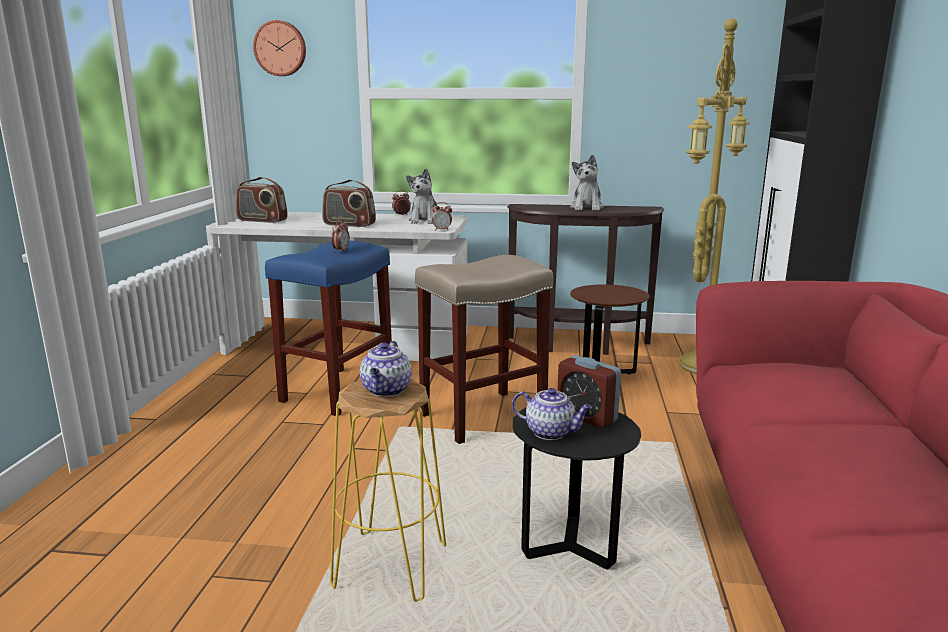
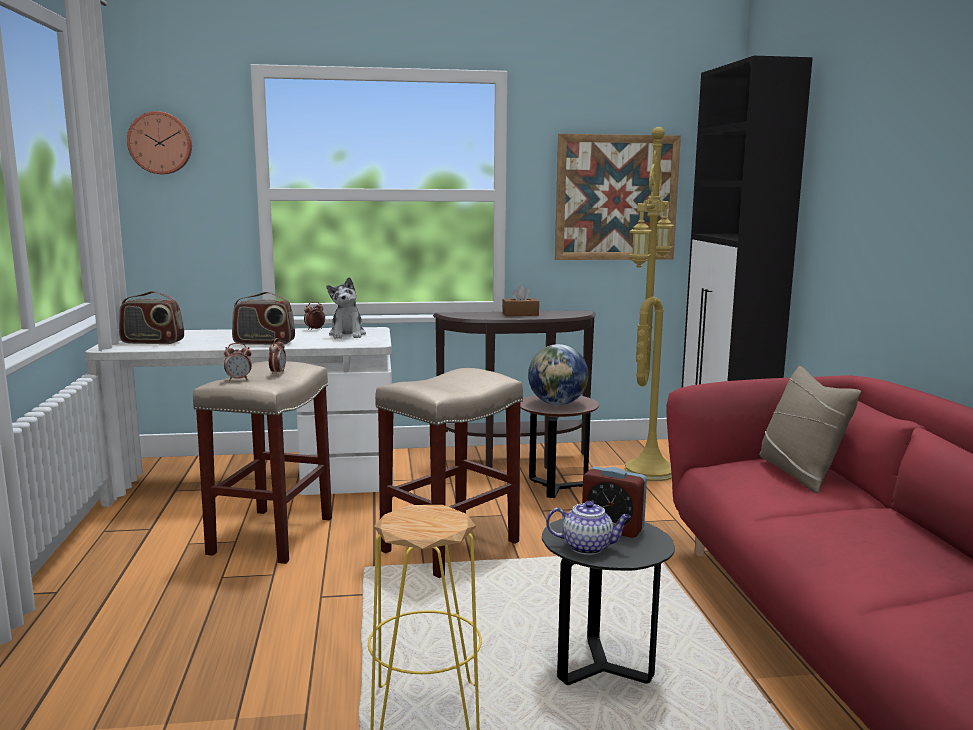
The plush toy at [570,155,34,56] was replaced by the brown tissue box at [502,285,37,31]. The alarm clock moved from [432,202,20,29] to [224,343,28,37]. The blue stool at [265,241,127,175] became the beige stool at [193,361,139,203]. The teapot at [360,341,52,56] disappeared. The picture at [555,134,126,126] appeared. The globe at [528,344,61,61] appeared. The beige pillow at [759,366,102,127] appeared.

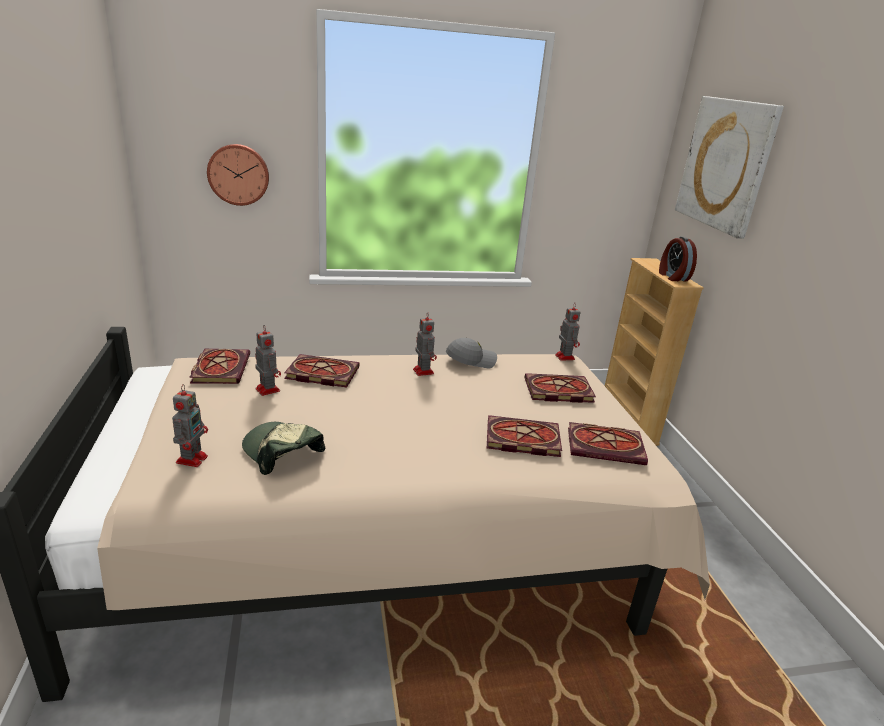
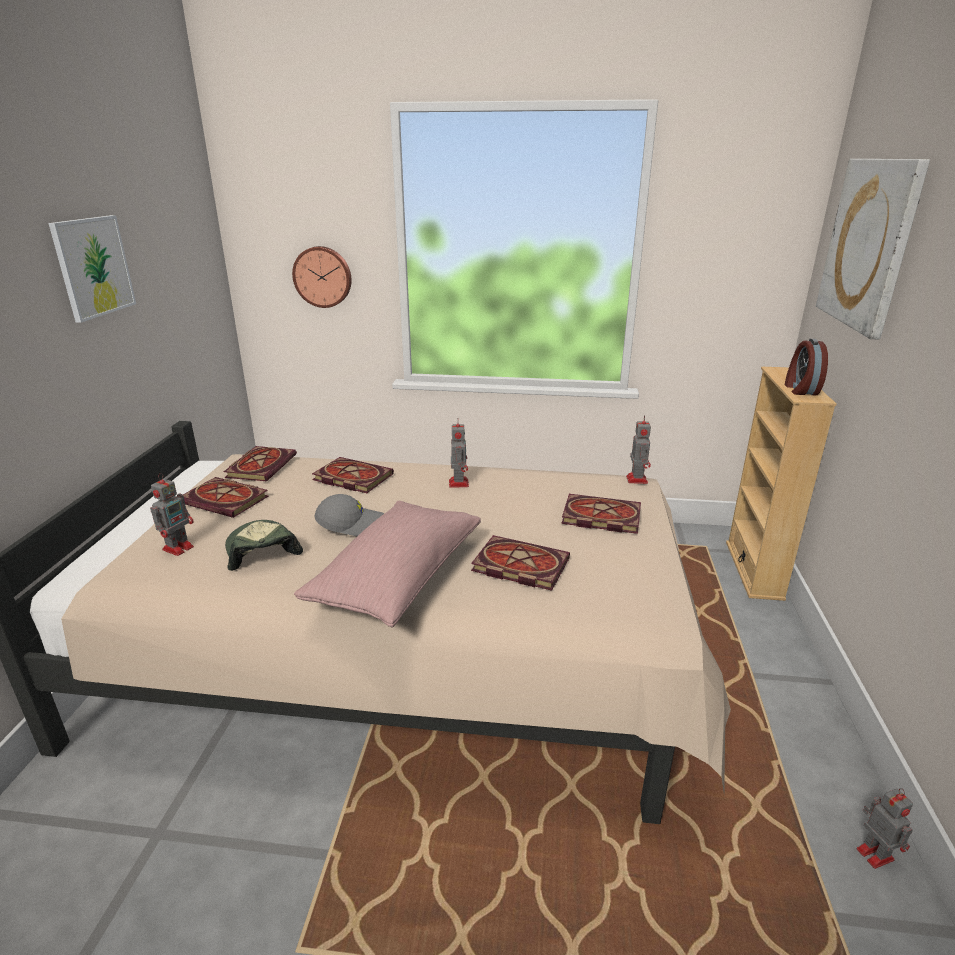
The toy robot moved from [255,325,26,71] to [856,788,57,81]. The grey cap moved from [446,338,51,31] to [315,494,69,42]. The book moved from [568,422,80,43] to [183,477,85,41]. The picture at [49,215,87,108] appeared. The pink pillow at [294,501,187,127] appeared.

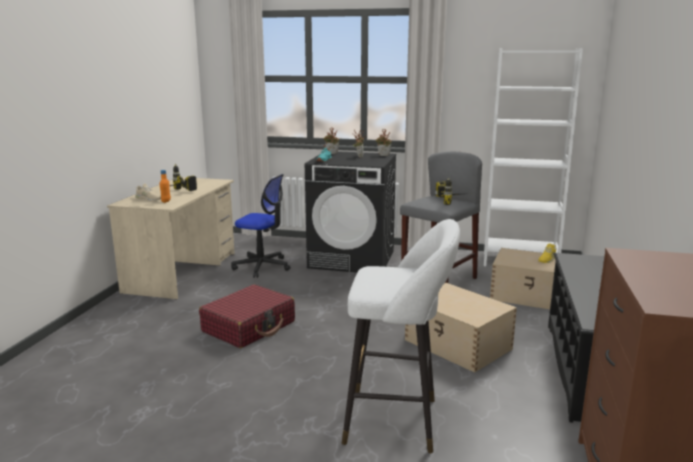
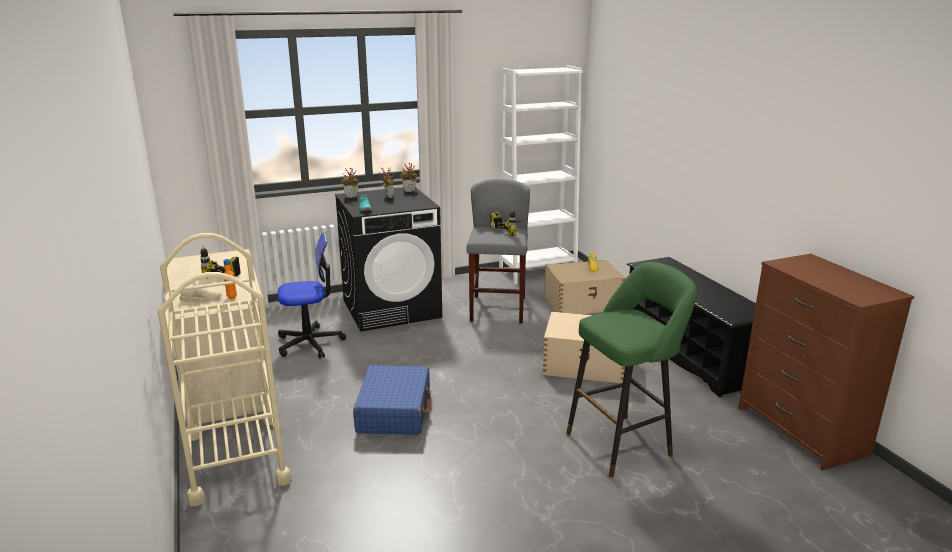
The white stool at [342,219,118,234] became the green stool at [566,262,131,215]. The red suitcase at [199,285,96,63] became the blue suitcase at [353,365,78,70]. The beige cart at [158,233,133,273] appeared.

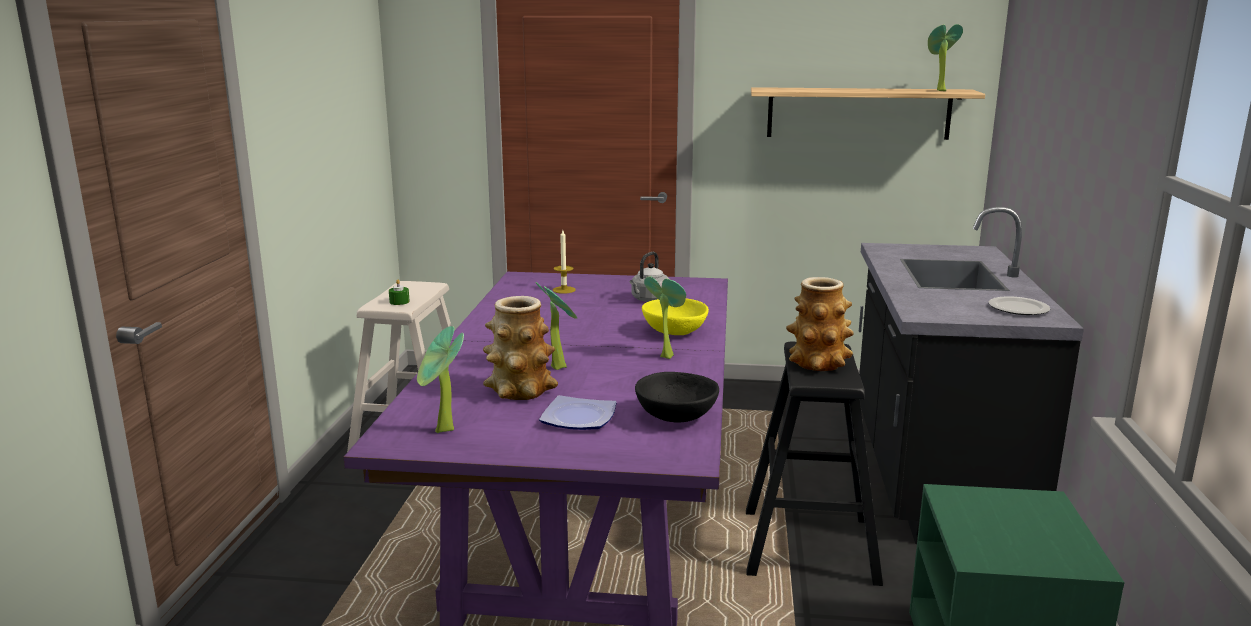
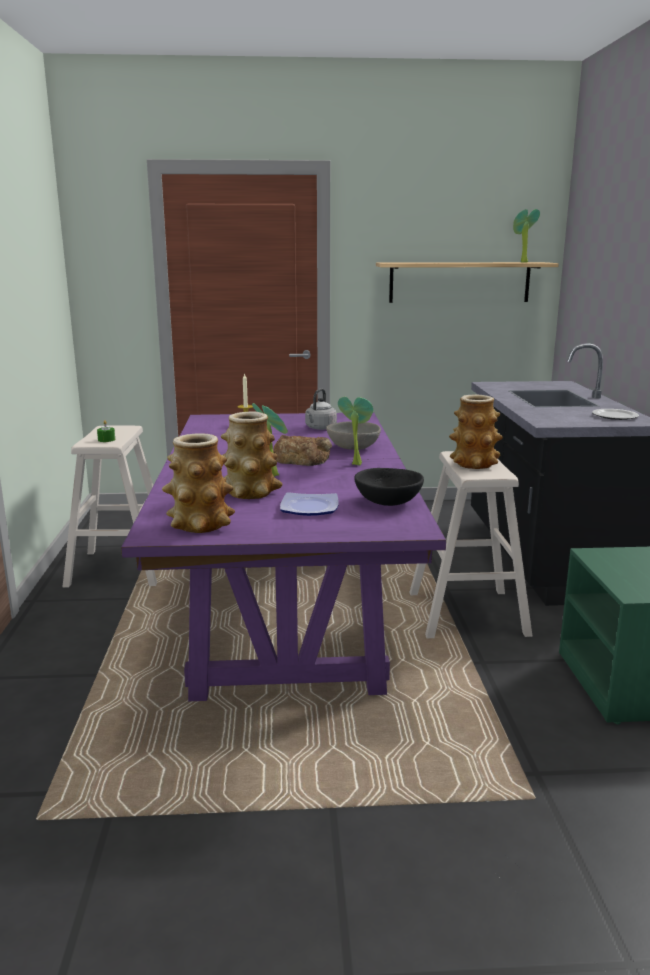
The yellow bowl at [642,299,67,36] became the grey bowl at [326,421,55,29]. The potted plant at [417,326,47,107] was replaced by the vase at [162,433,73,100]. The black stool at [746,342,137,244] became the beige stool at [409,451,123,187]. The bread at [273,435,59,31] appeared.

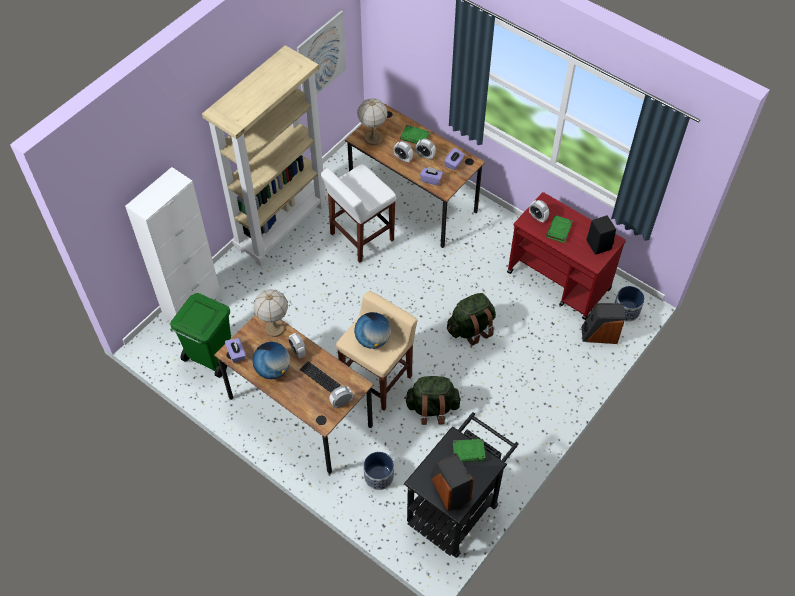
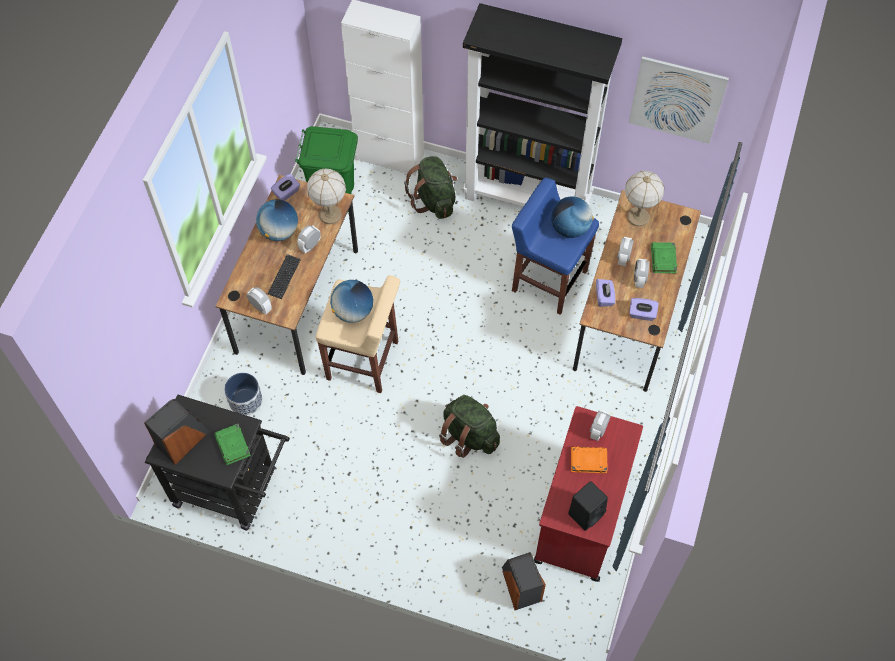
The beige bookcase at [202,45,126,221] became the black bookcase at [462,3,160,204]. The white stool at [321,164,75,99] became the blue stool at [512,178,87,137]. The green book at [546,215,27,28] became the orange book at [571,446,37,28]. The planter at [615,286,30,36] disappeared. The green backpack moved from [404,376,57,49] to [404,156,53,63]. The globe at [551,196,43,42] appeared.

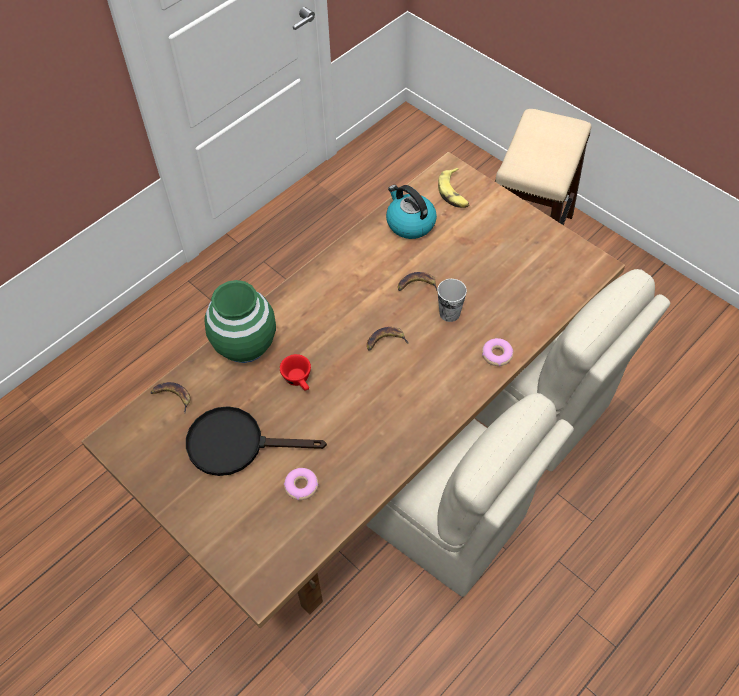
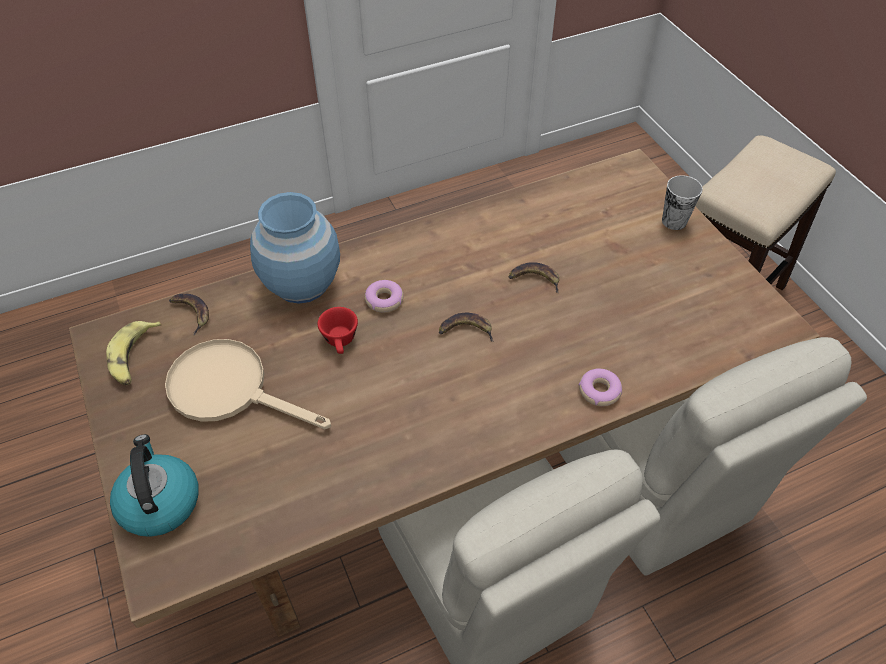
The banana moved from [438,168,31,40] to [106,321,56,64]. The kettle moved from [386,185,51,54] to [110,434,88,103]. The cup moved from [438,279,29,43] to [662,175,41,55]. The green vase at [204,280,72,83] became the blue vase at [250,192,90,112]. The black frying pan at [186,406,141,70] became the beige frying pan at [165,339,166,90]. The donut moved from [284,468,34,32] to [365,280,39,33].

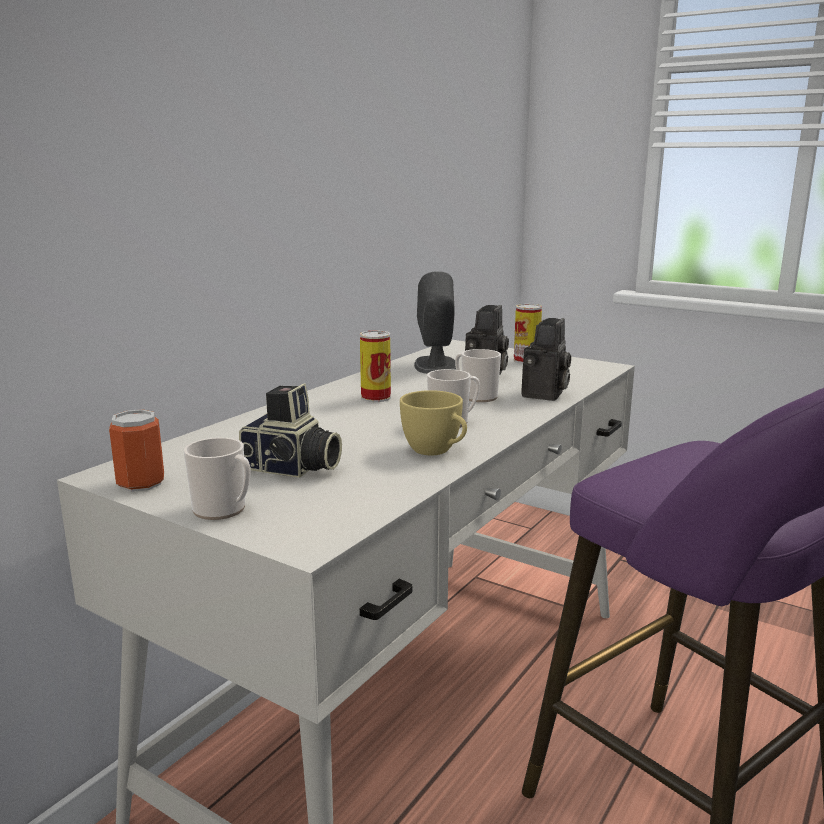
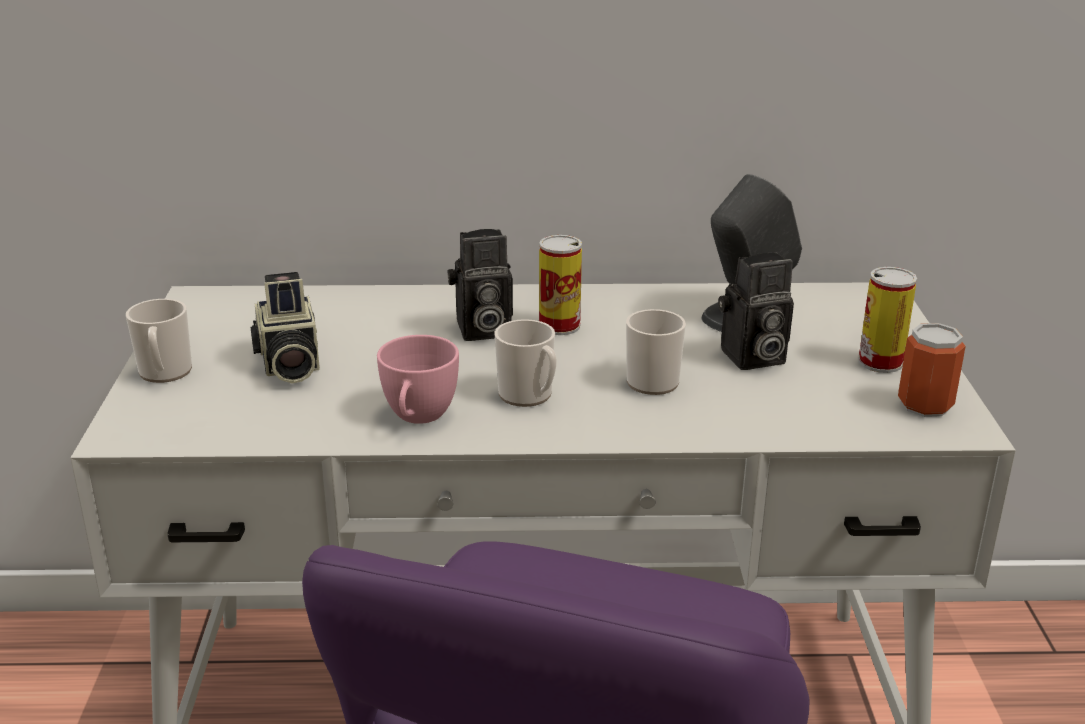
The photo camera moved from [521,318,50,83] to [448,229,65,112]. The yellow cup at [400,390,67,65] became the pink cup at [377,335,82,89]. The can moved from [109,410,55,82] to [898,323,68,94].

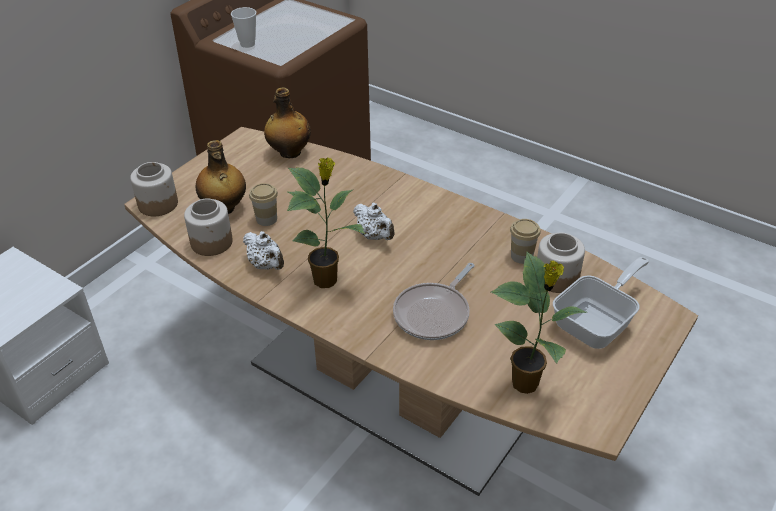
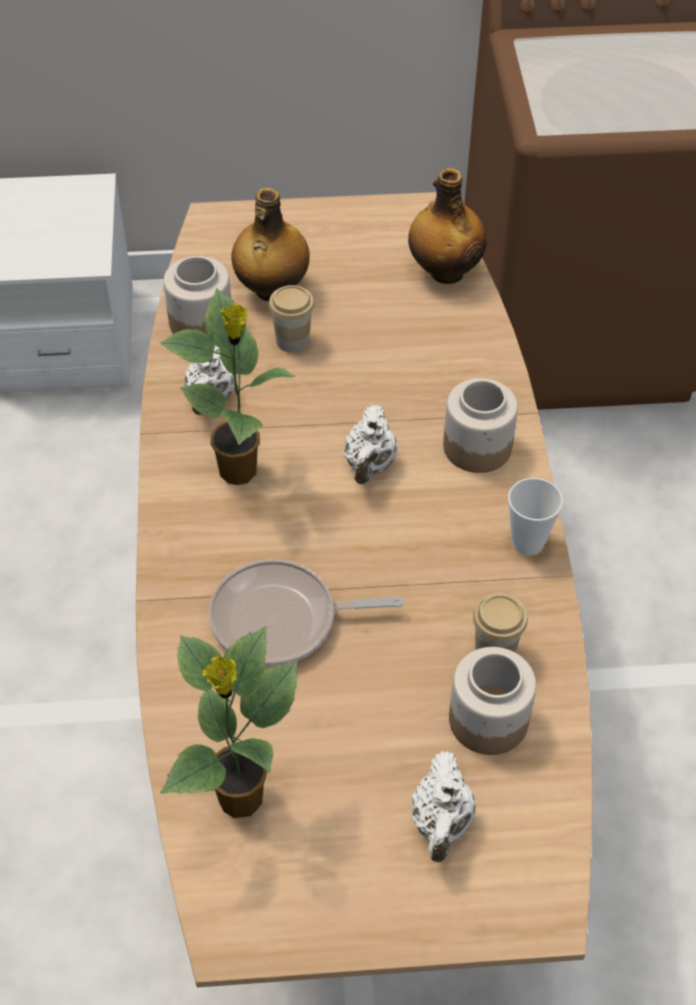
The cup moved from [231,7,25,41] to [508,478,55,77]. The jar moved from [130,162,48,54] to [443,378,75,95]. The frying pan at [553,257,96,92] was replaced by the white teapot at [411,751,65,111].

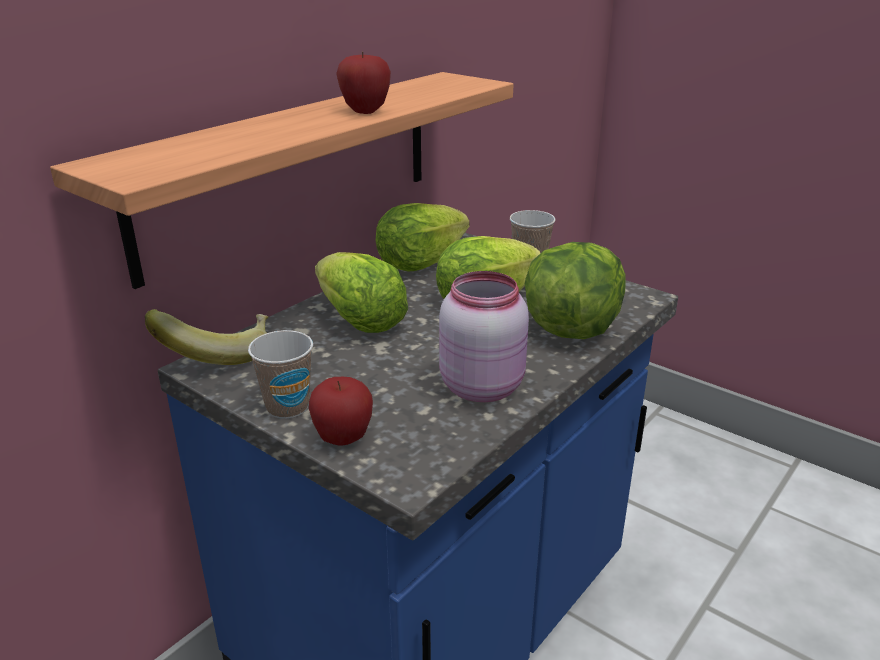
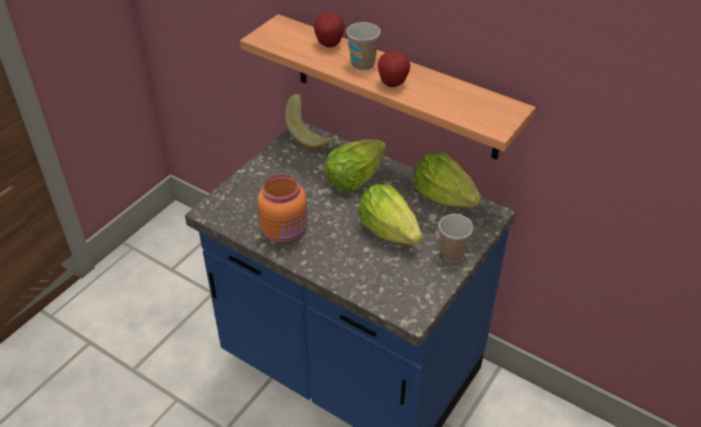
The lettuce at [525,242,100,97] disappeared. The pink jar at [439,271,90,131] became the orange jar at [258,174,50,70]. The cup moved from [248,330,65,89] to [346,22,35,49]. The apple moved from [309,377,64,69] to [314,13,30,34].

